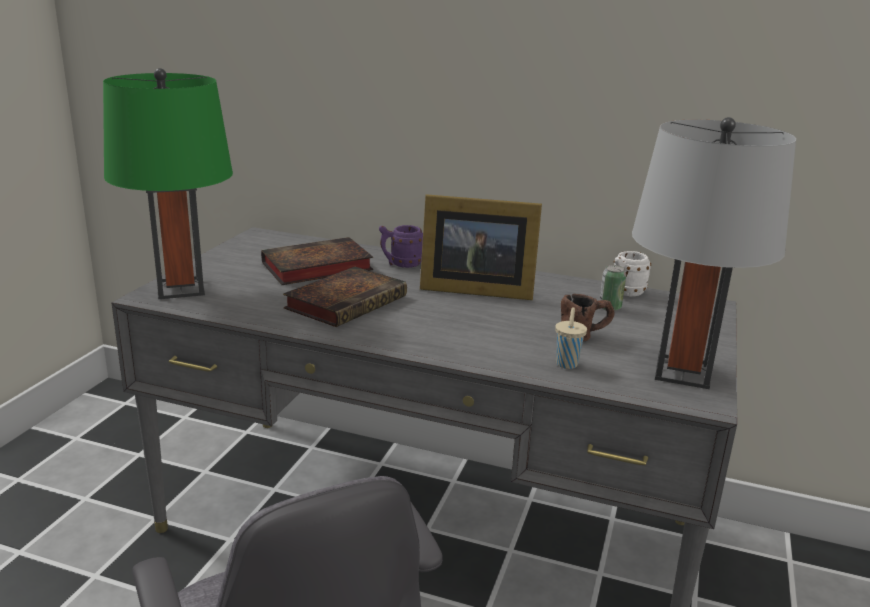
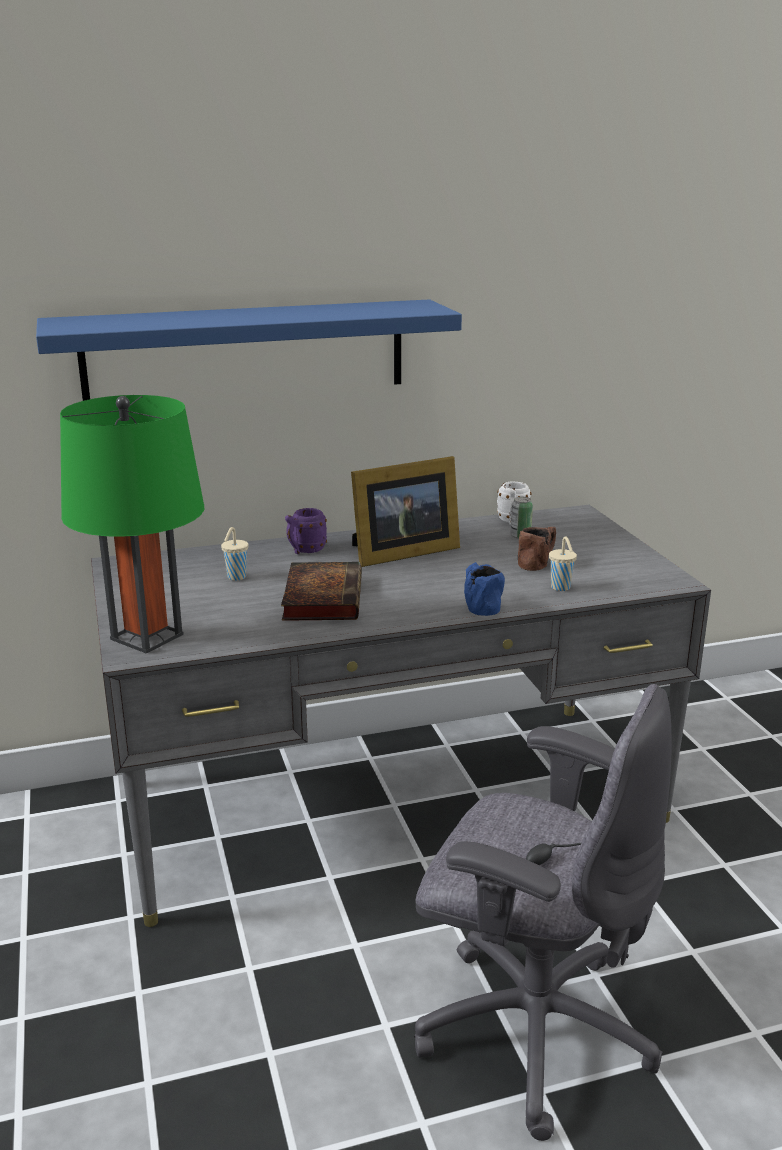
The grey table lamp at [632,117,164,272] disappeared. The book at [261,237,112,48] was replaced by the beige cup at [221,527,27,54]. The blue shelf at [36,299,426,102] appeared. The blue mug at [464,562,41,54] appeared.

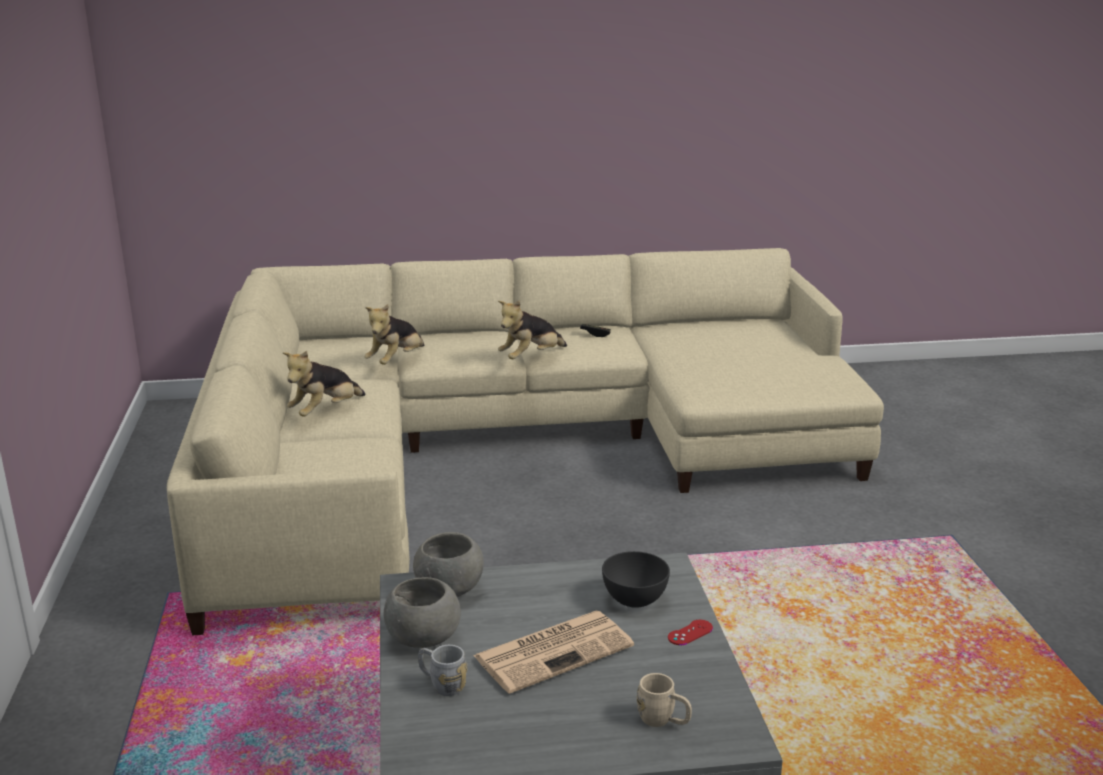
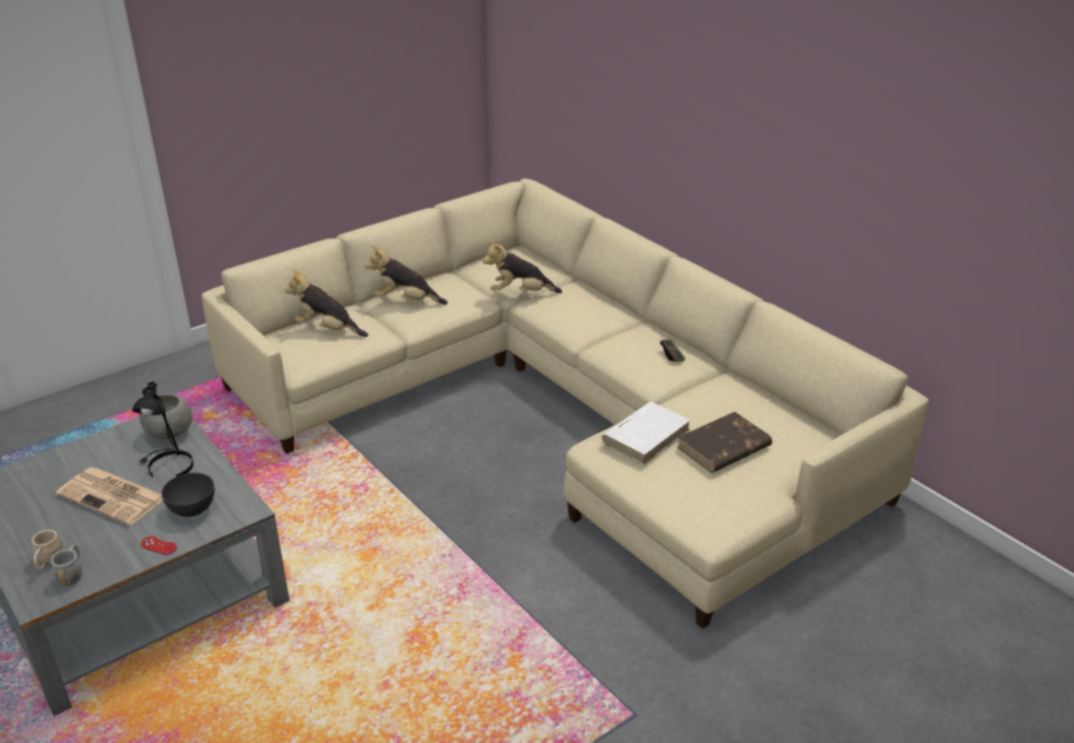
The plush toy moved from [498,300,69,59] to [284,269,84,68]. The grey bowl at [384,577,77,71] disappeared. The grey mug moved from [418,645,49,51] to [51,545,31,41]. The black table lamp at [132,381,62,96] appeared. The white book at [601,402,90,63] appeared. The brown book at [677,412,95,61] appeared.

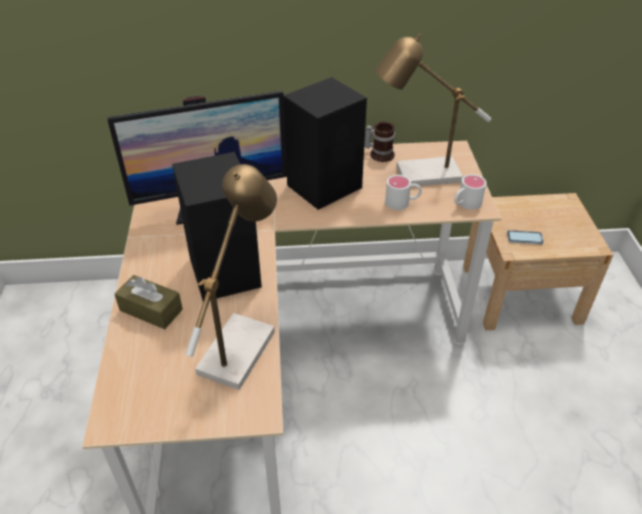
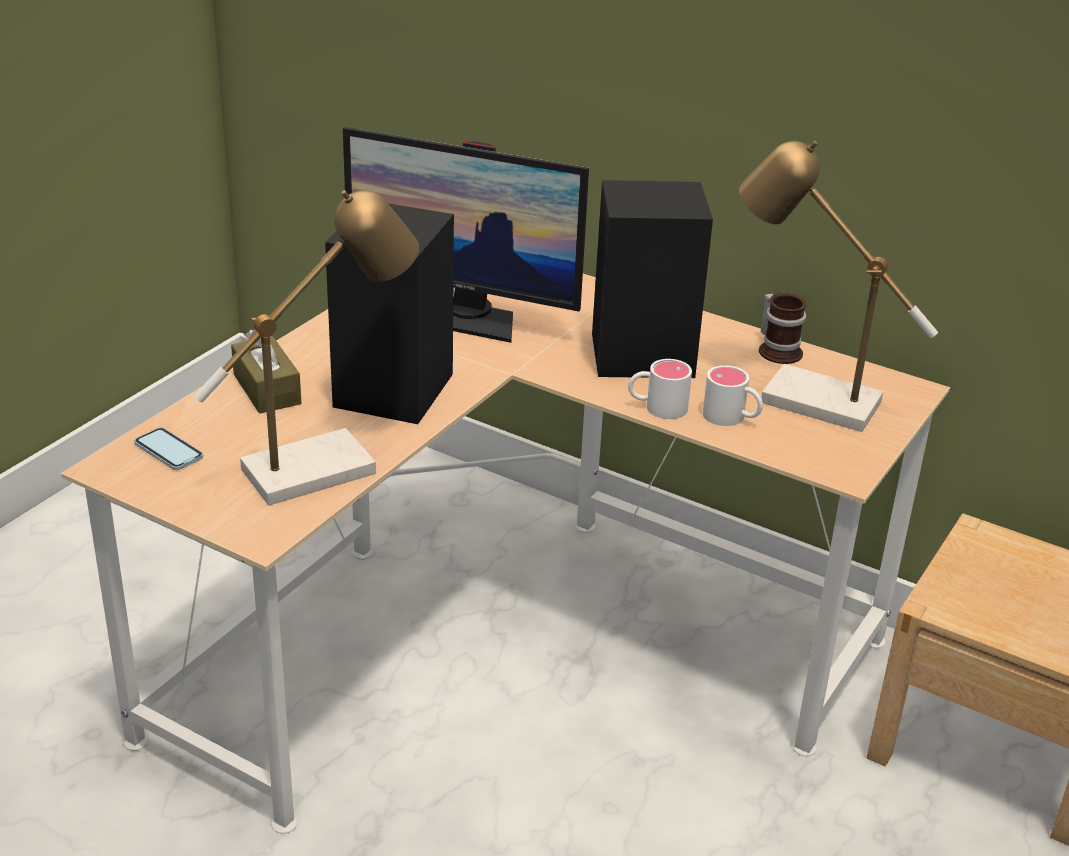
The white mug moved from [454,174,32,36] to [628,359,64,60]. The phone moved from [507,230,37,14] to [134,428,69,42].

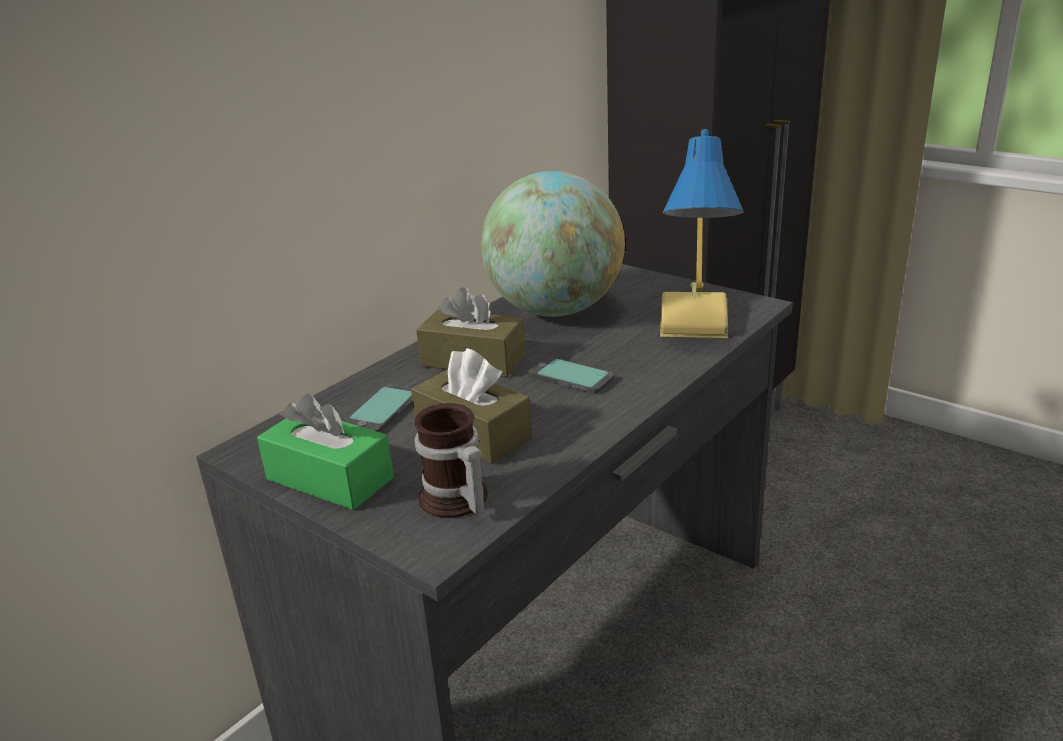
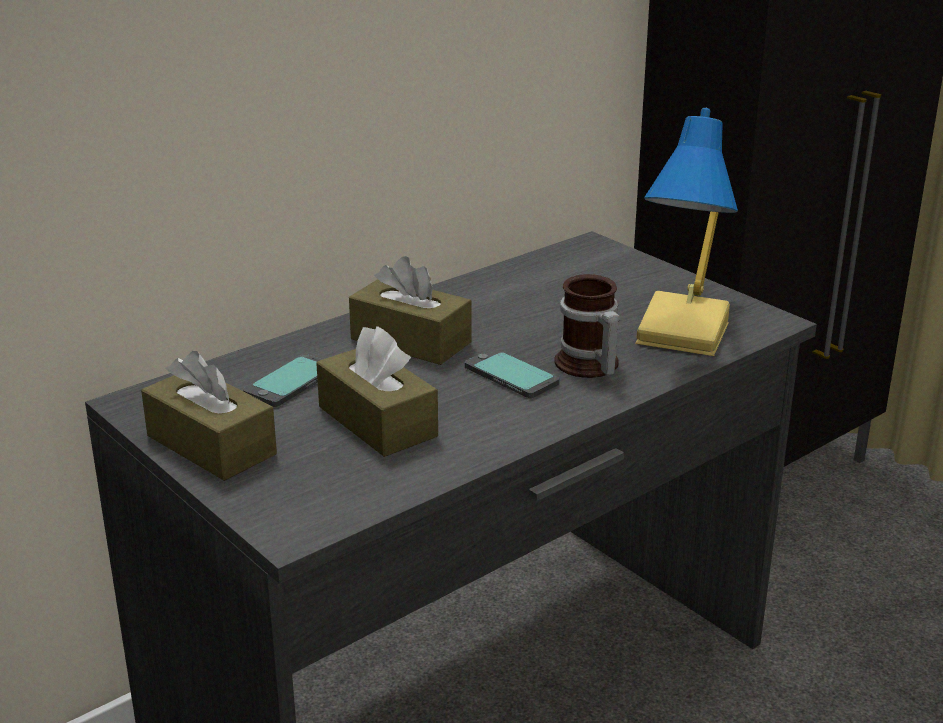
The globe at [481,171,144,146] disappeared. The green tissue box at [257,393,137,117] became the brown tissue box at [141,351,136,130]. The mug moved from [414,403,74,115] to [554,274,65,104].

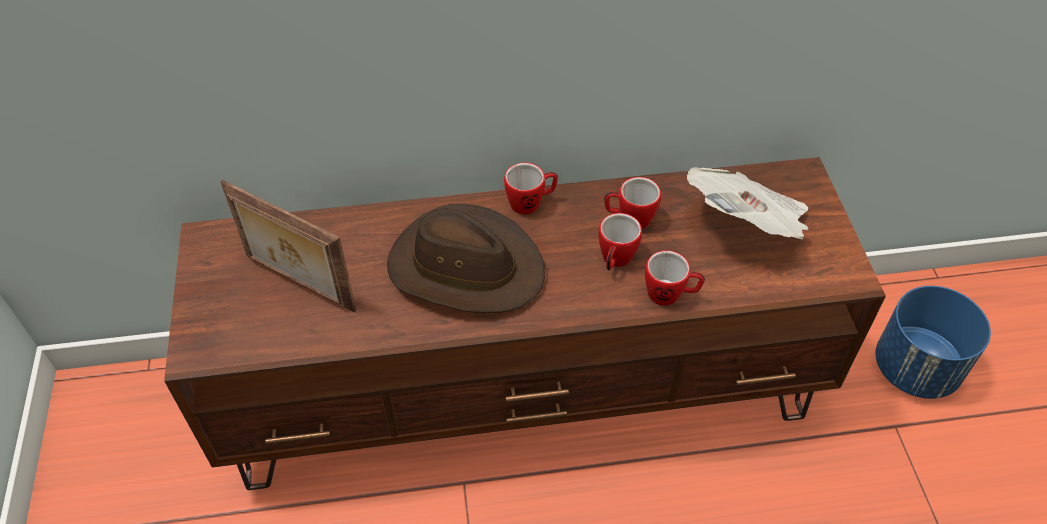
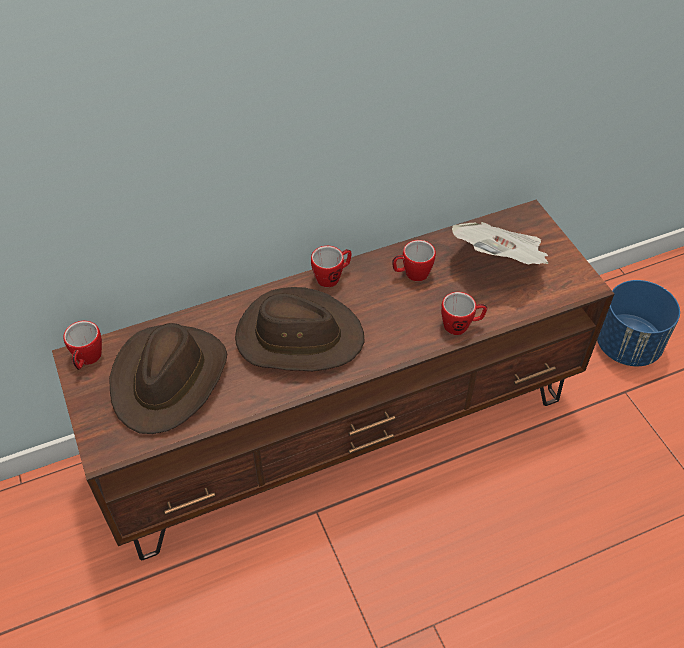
The picture frame at [220,180,136,132] was replaced by the brown hat at [109,323,118,111]. The mug moved from [598,213,44,57] to [63,321,39,49].

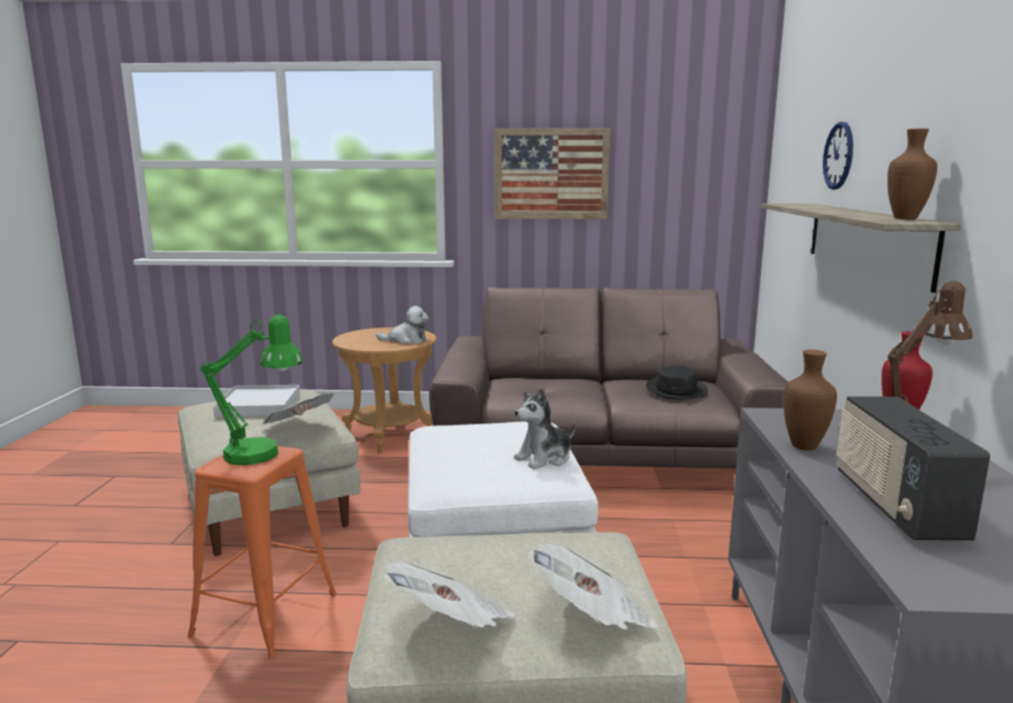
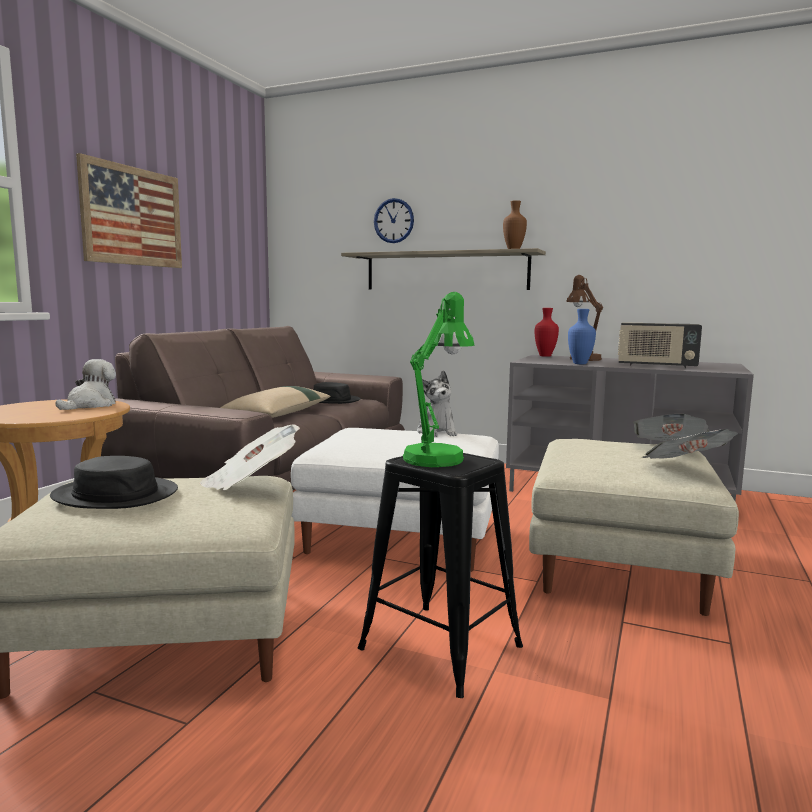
The brown vase at [783,350,54,101] became the blue vase at [568,309,28,55]. The white tray at [213,385,87,32] was replaced by the black hat at [50,456,128,53]. The orange stool at [188,446,149,213] became the black stool at [358,453,165,245]. The beige pillow at [221,386,110,32] appeared.

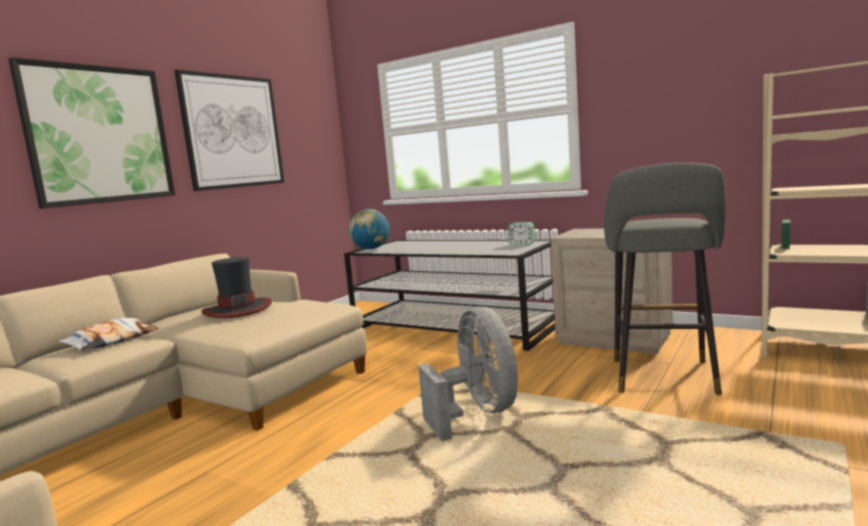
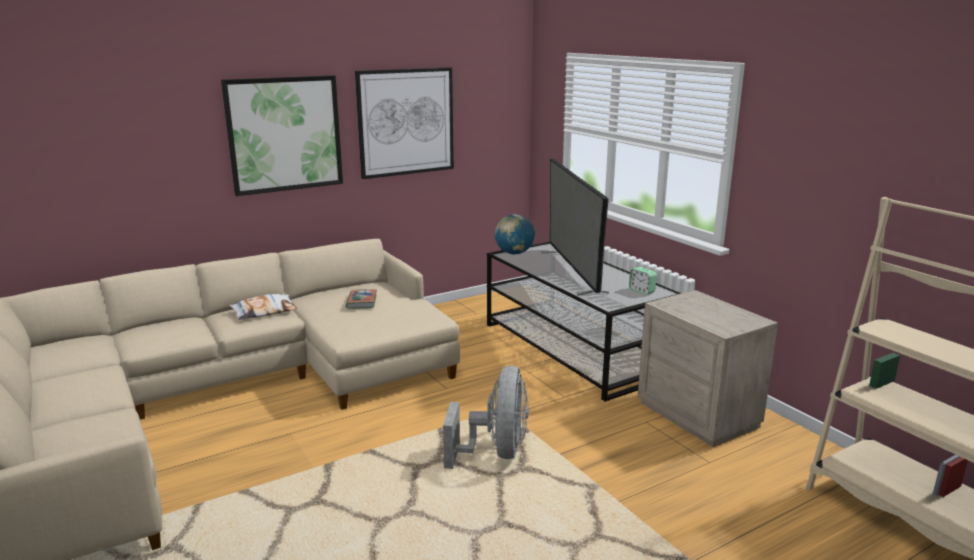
The grey stool at [604,163,122,232] disappeared. The hat at [202,257,70,61] was replaced by the book at [346,289,31,20]. The television at [541,159,68,137] appeared.

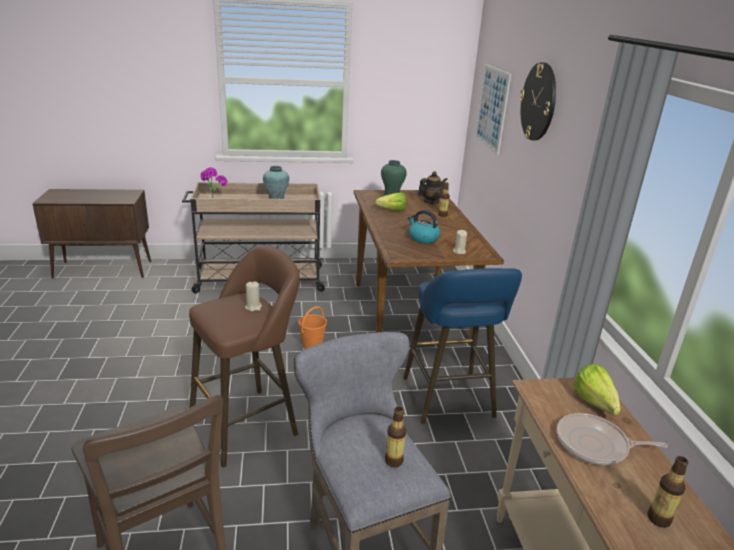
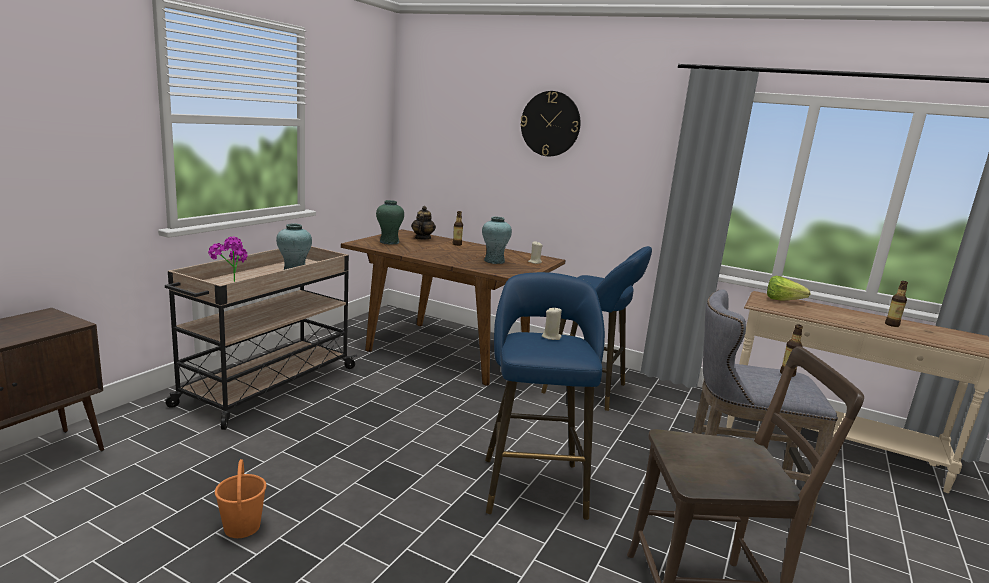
The picture at [475,64,36,91] disappeared. The lettuce at [375,192,31,19] disappeared. The kettle at [408,210,32,33] was replaced by the turquoise vase at [482,217,30,47]. The brown stool at [189,245,111,222] became the blue stool at [485,272,120,248]. The orange bucket moved from [298,306,29,43] to [215,459,52,79]. The frying pan at [557,413,111,52] disappeared.

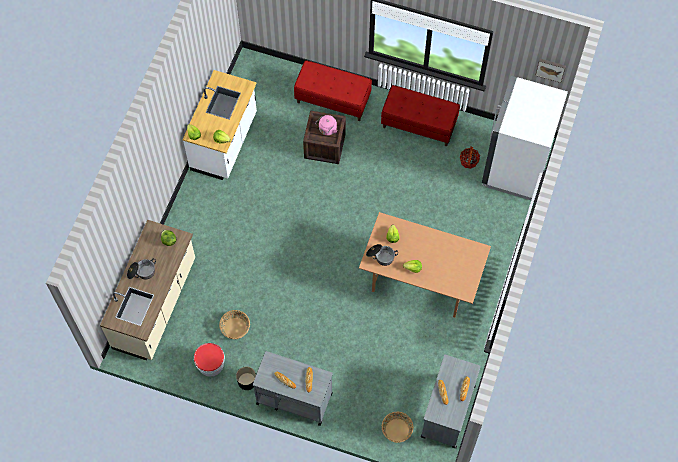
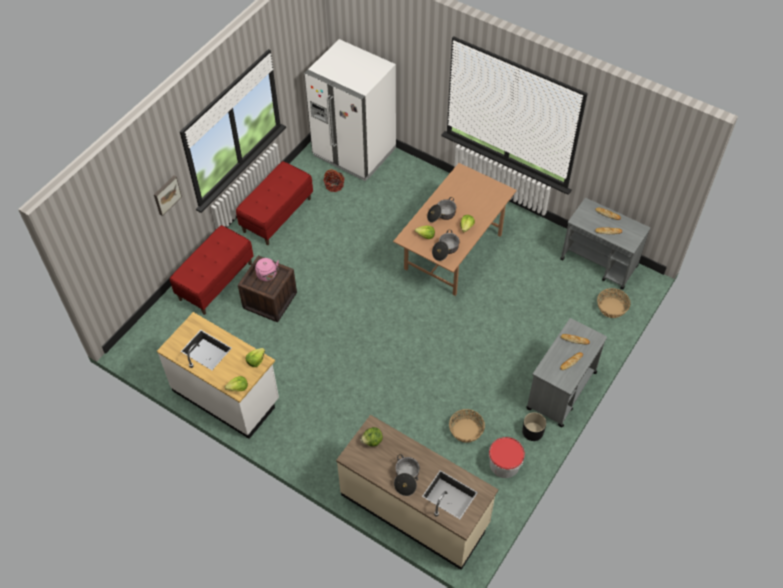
The picture moved from [535,59,31,24] to [154,176,28,40]. The cooking pot at [427,197,29,25] appeared.

